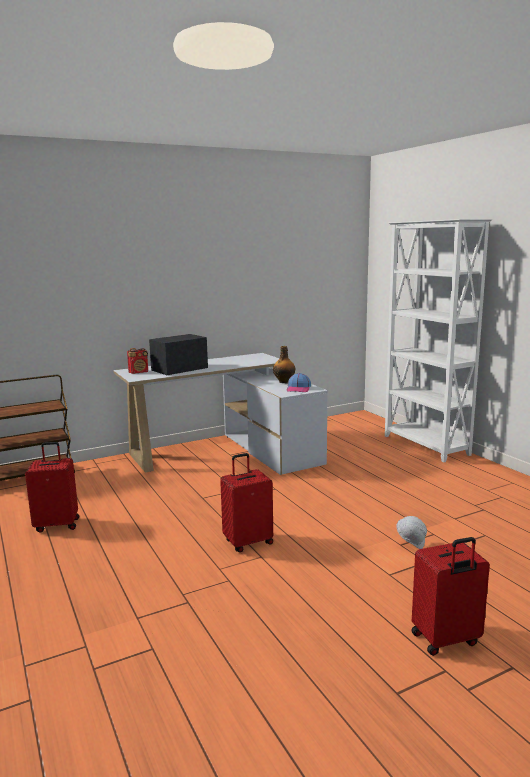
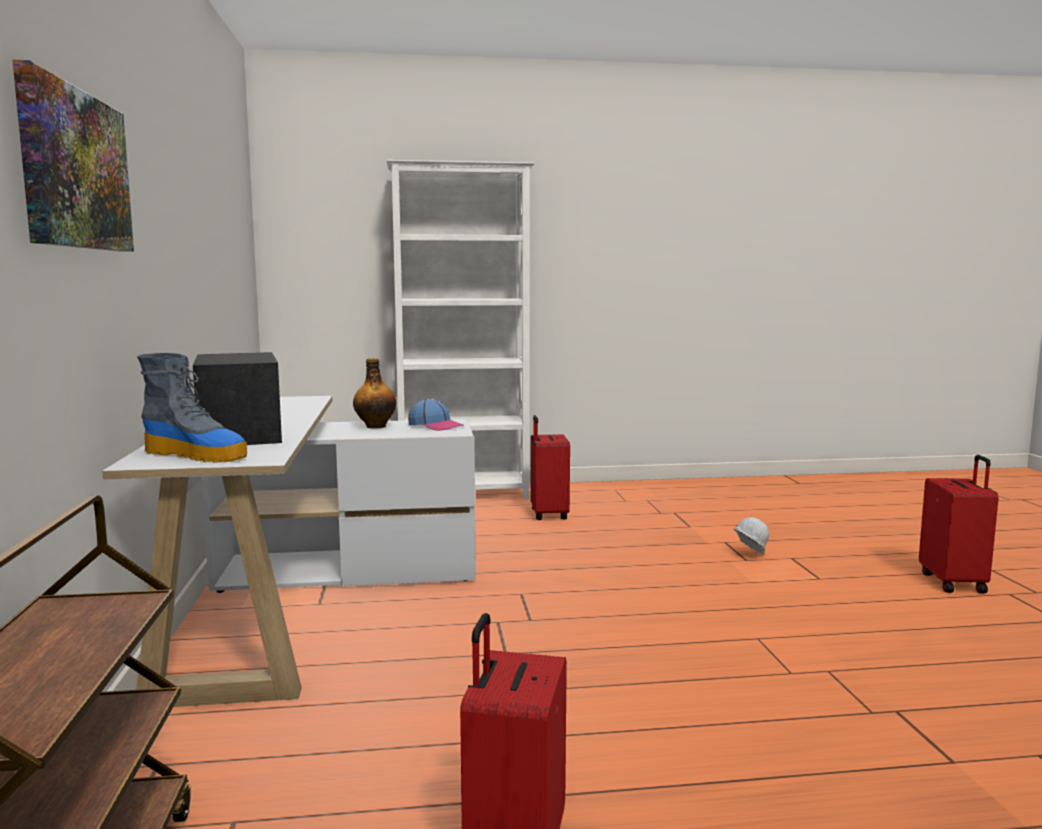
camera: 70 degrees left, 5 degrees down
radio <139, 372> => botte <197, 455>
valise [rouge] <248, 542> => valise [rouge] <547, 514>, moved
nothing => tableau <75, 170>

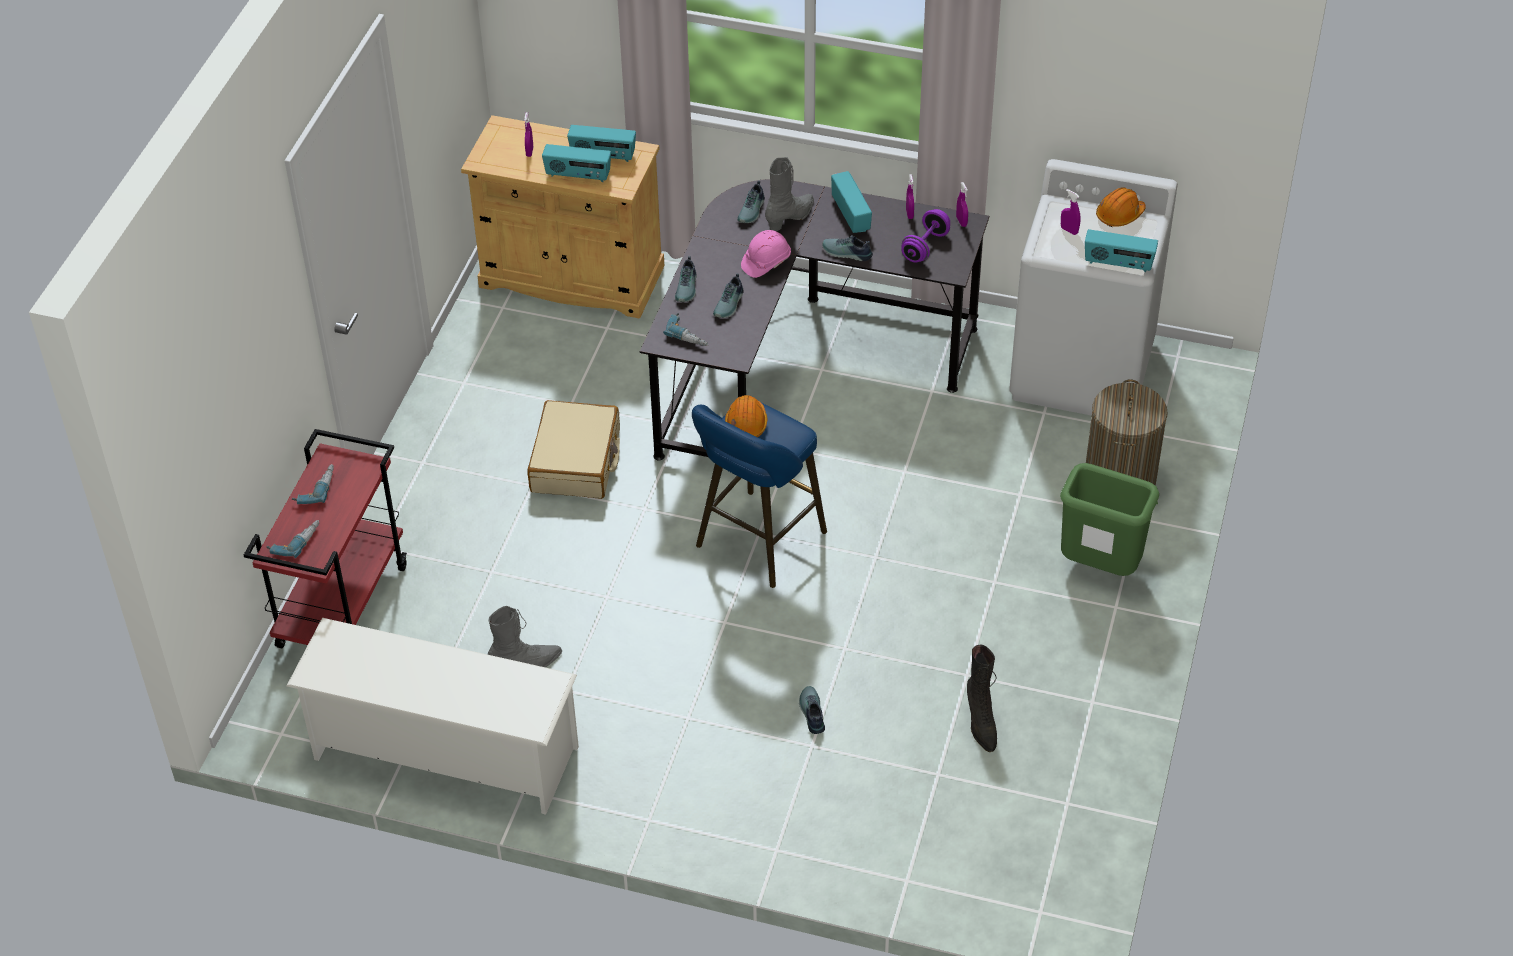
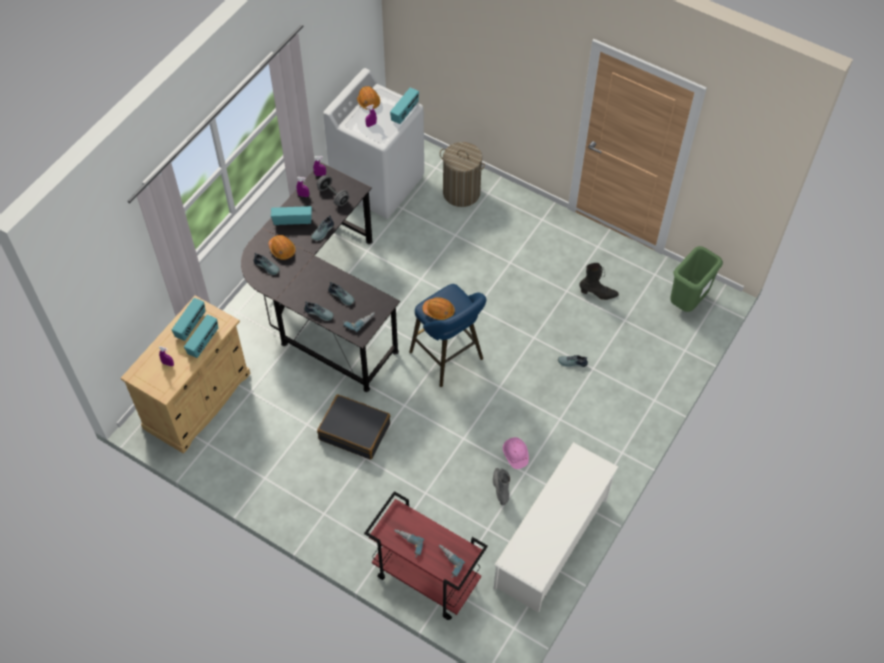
camera: 75 degrees left, 10 degrees up
valise [beige] <576, 461> => valise [noir] <355, 431>
casque de chantier [rose] <766, 262> => casque de chantier [rose] <515, 455>, moved
botte [gris] <791, 218> => casque de chantier [orange] <282, 250>
haltère [violet] <925, 247> => haltère [gris] <333, 196>
poubelle [vert] <1100, 567> => poubelle [vert] <687, 301>, moved

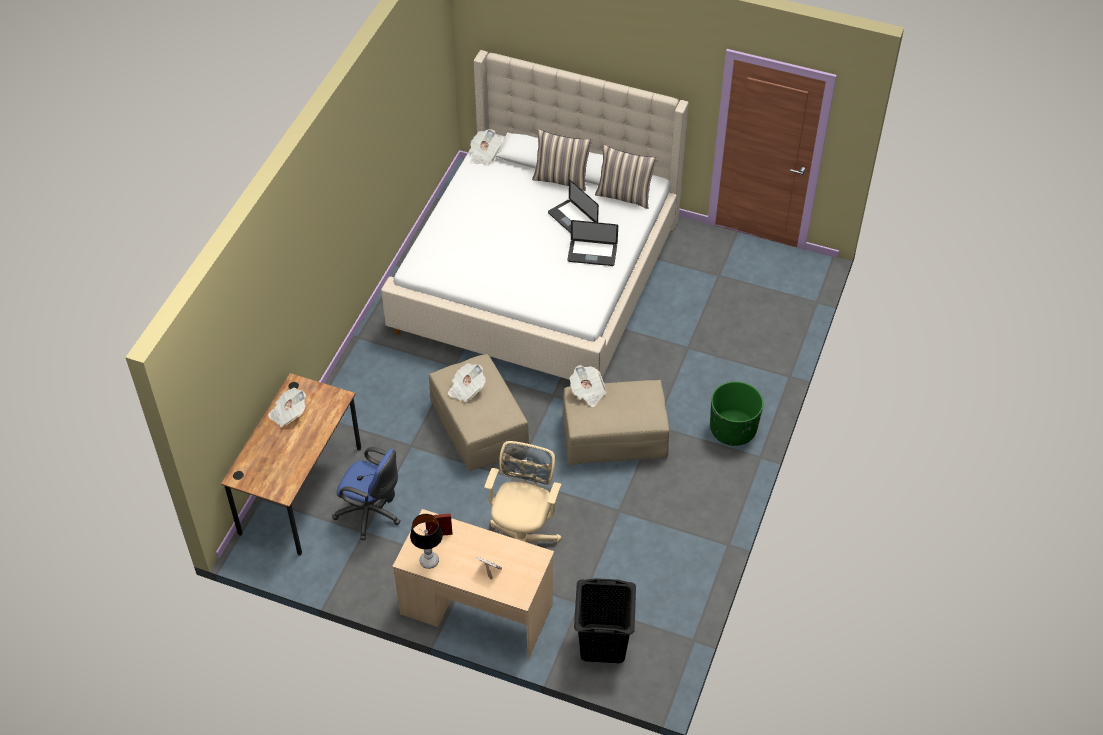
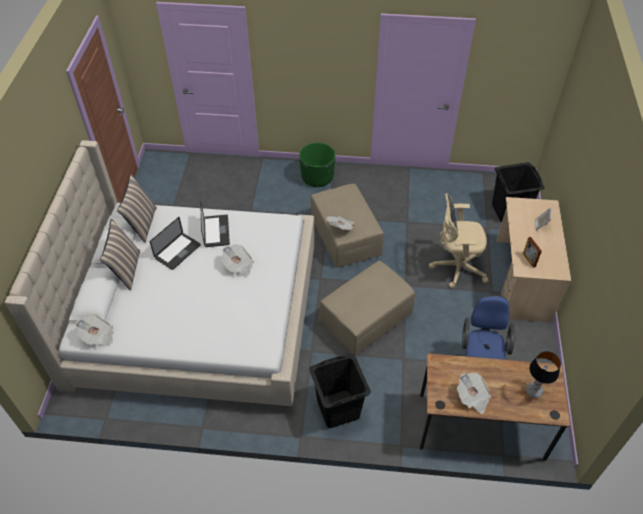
camera: 105 degrees left, 0 degrees up
lampe de table <429, 560> => lampe de table <533, 391>, moved
journal <466, 389> => journal <238, 266>, moved
nothing => panier à linge [noir] <338, 409>

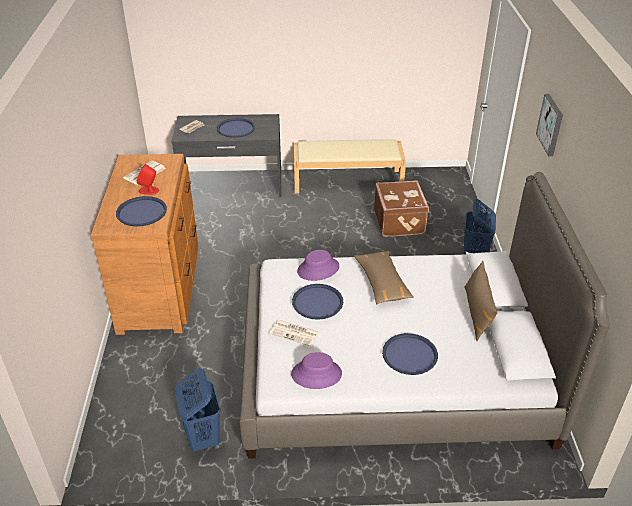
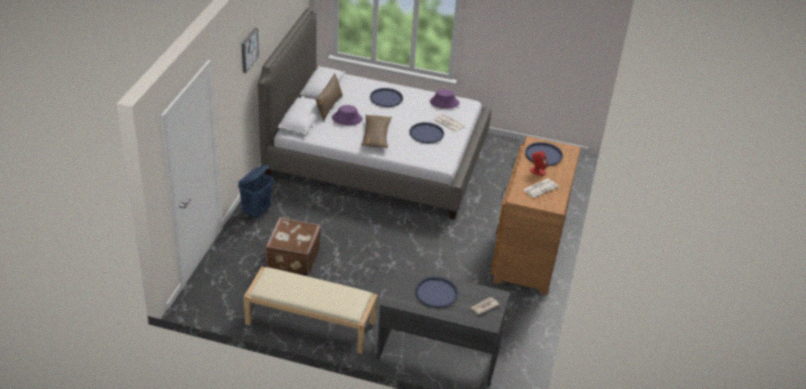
camera: 165 degrees left, 0 degrees up
panier à linge [bleu] <202, 437> => nothing
chapeau [violet] <318, 269> => chapeau [violet] <347, 118>, moved

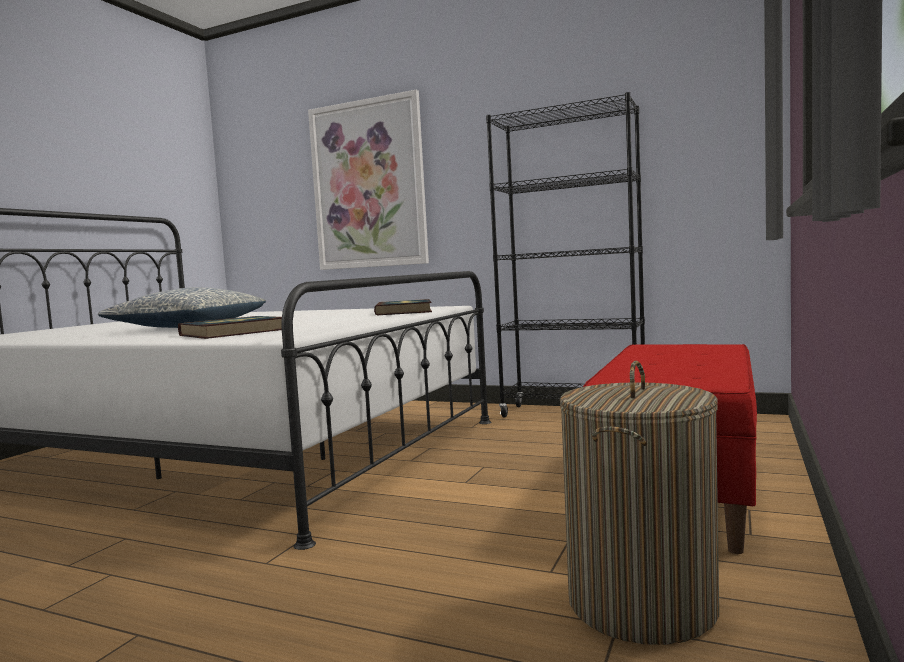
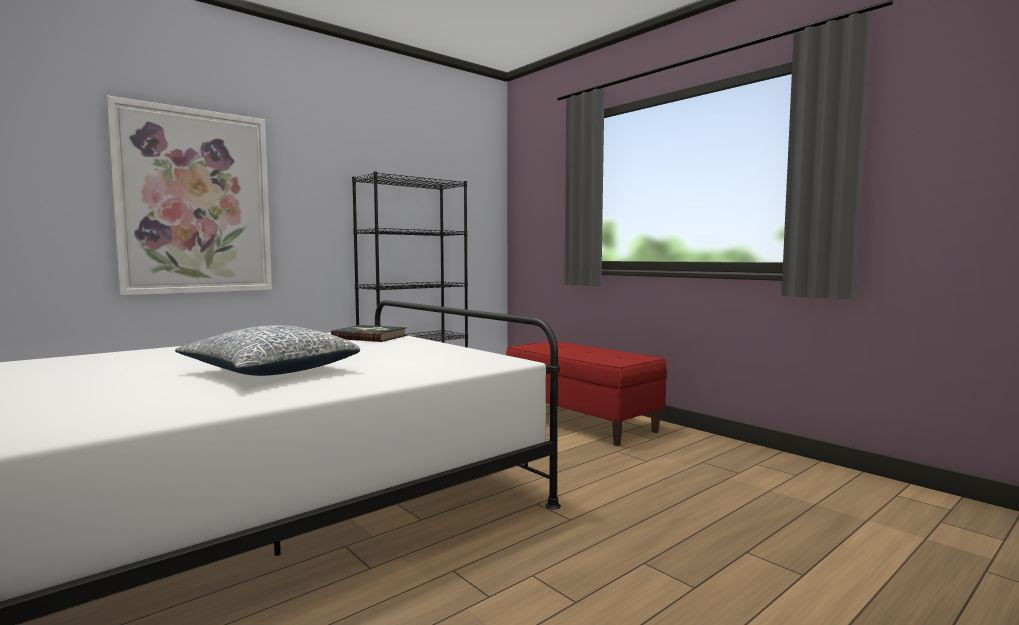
camera: 65 degrees left, 0 degrees up
livre <233, 332> => nothing
panier à linge <641, 604> => nothing

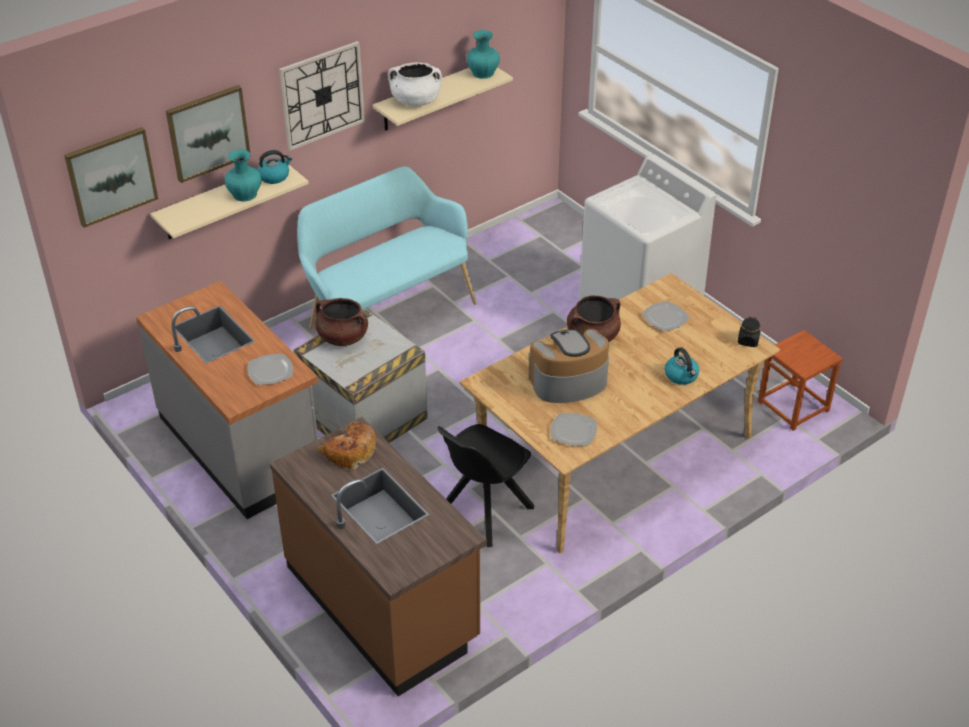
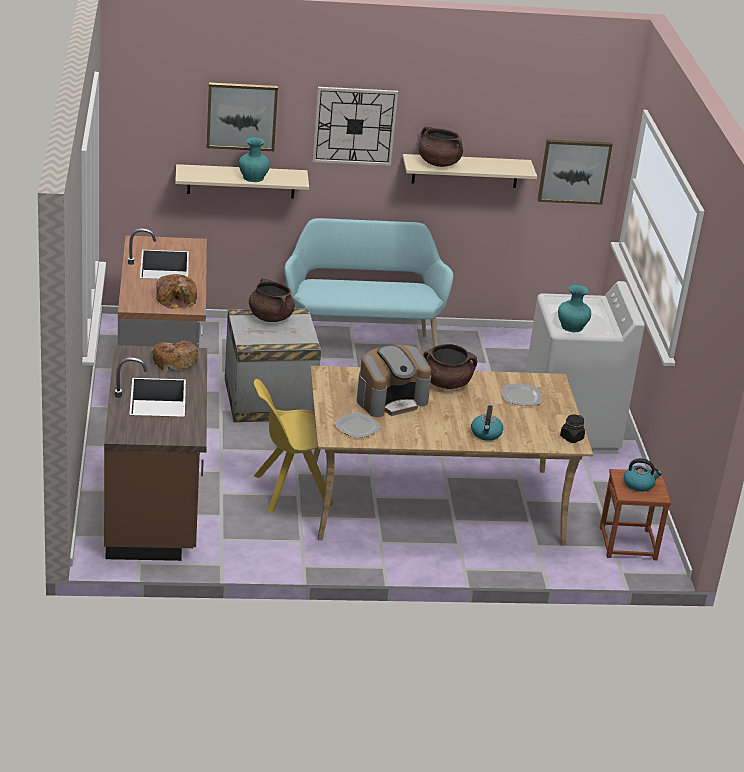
camera: 30 degrees right, 10 degrees down
tableau <111, 176> => tableau <574, 171>, moved
assiette <270, 371> => pain <177, 299>
bouilloire <274, 176> => bouilloire <639, 484>, moved
marmite [blanc] <416, 101> => marmite [marron] <438, 163>
chaise [noir] <483, 512> => chaise [jaune] <290, 490>
vase [turquoise] <483, 73> => vase [turquoise] <572, 327>, moved
machine à café <568, 382> => machine à café <391, 400>, 135 degrees clockwise

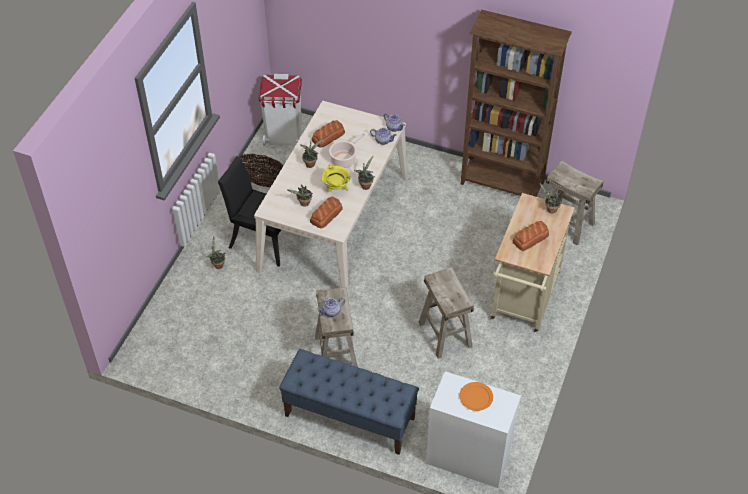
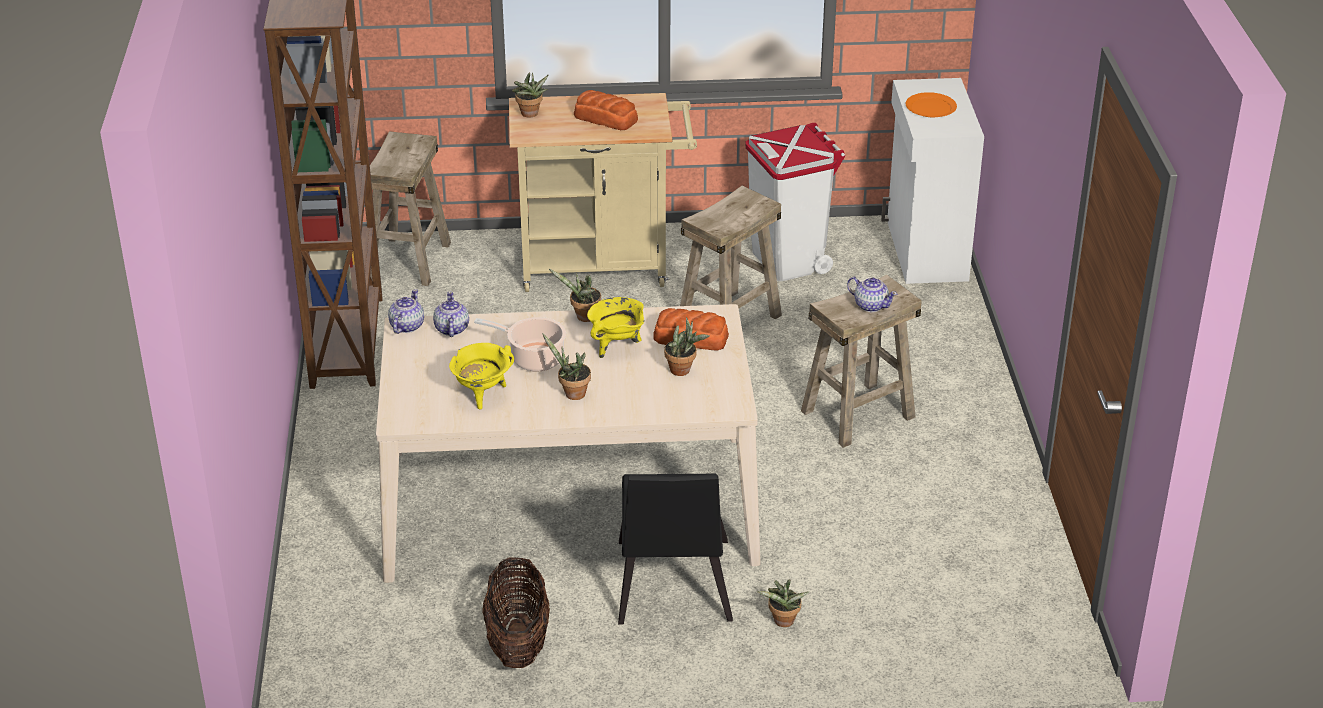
camera: 115 degrees left, 15 degrees down
poubelle [blanc] <284, 137> => poubelle [blanc] <788, 260>, moved
banc [bleu] <349, 417> => nothing
pain <328, 137> => marmite [jaune] <482, 394>

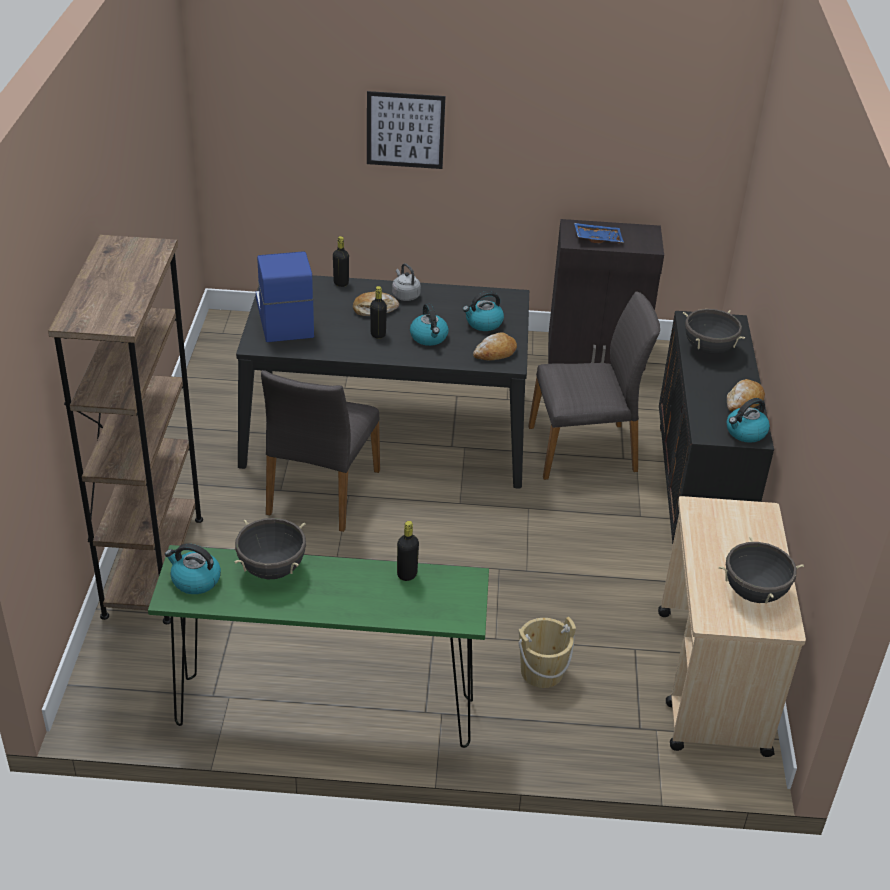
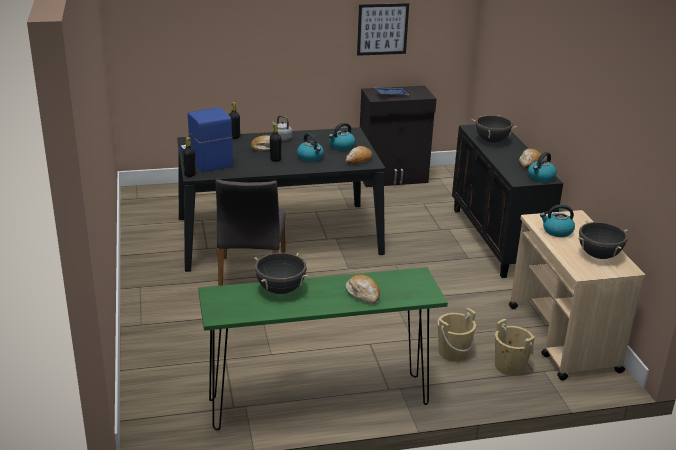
camera: 15 degrees left, 10 degrees down
bibliothèque [marron] <153, 566> => nothing
bouilloire <195, 580> => bouilloire <557, 231>, moved
tableau <405, 130> => tableau <382, 29>, moved
bouteille [noir] <407, 574> => bouteille [noir] <190, 174>, moved
chaise [gris] <584, 449> => nothing
nothing => pain <363, 293>
nothing => seau [beige] <510, 366>

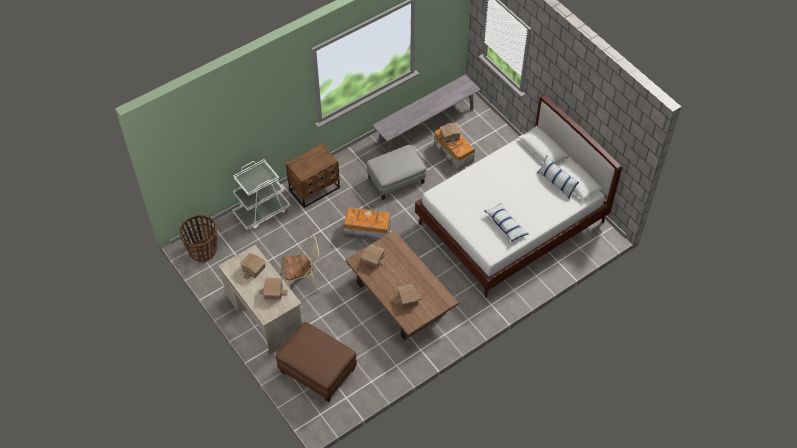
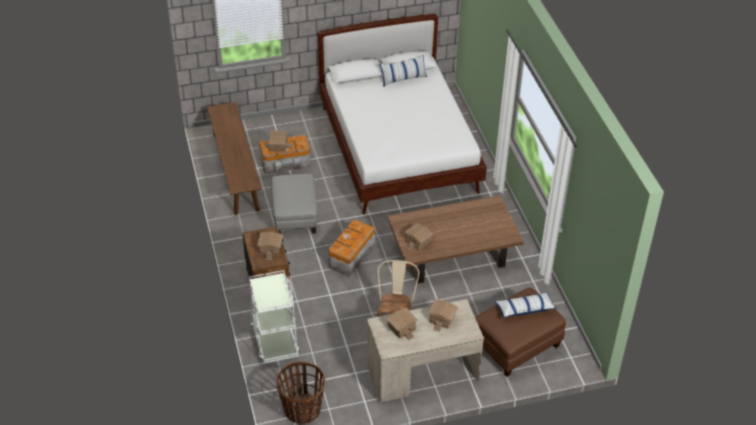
camera: 70 degrees left, 10 degrees down
banc [gris] <426, 126> => banc [marron] <235, 171>
maison miniature <408, 300> => maison miniature <271, 249>, moved
coussin <506, 225> => coussin <524, 309>, moved

